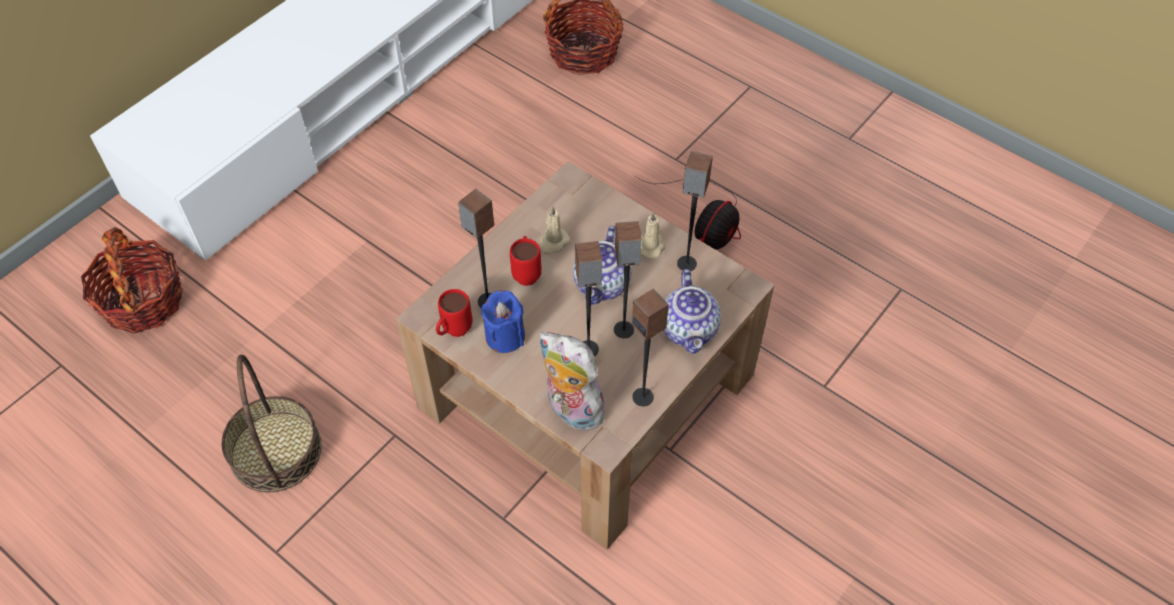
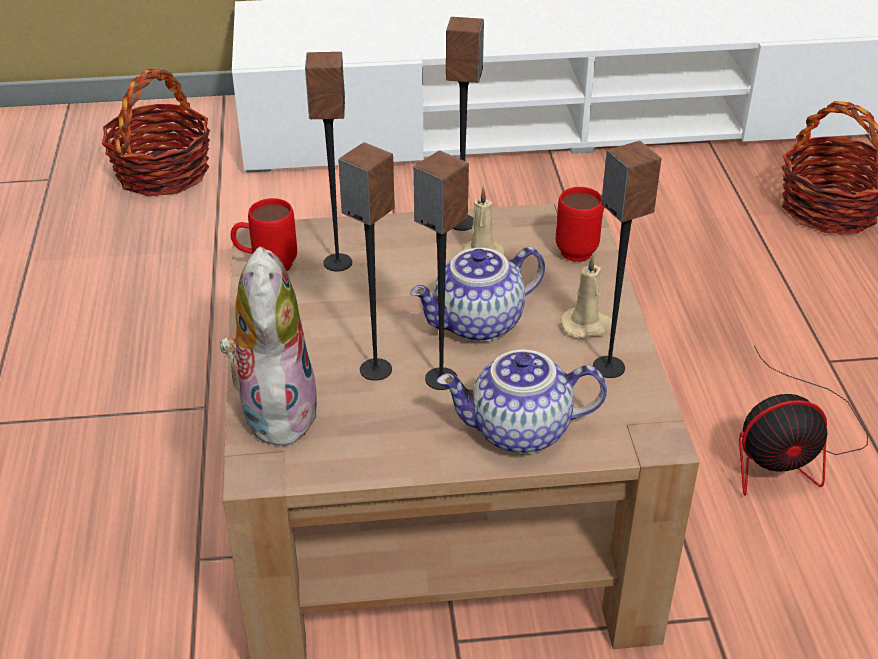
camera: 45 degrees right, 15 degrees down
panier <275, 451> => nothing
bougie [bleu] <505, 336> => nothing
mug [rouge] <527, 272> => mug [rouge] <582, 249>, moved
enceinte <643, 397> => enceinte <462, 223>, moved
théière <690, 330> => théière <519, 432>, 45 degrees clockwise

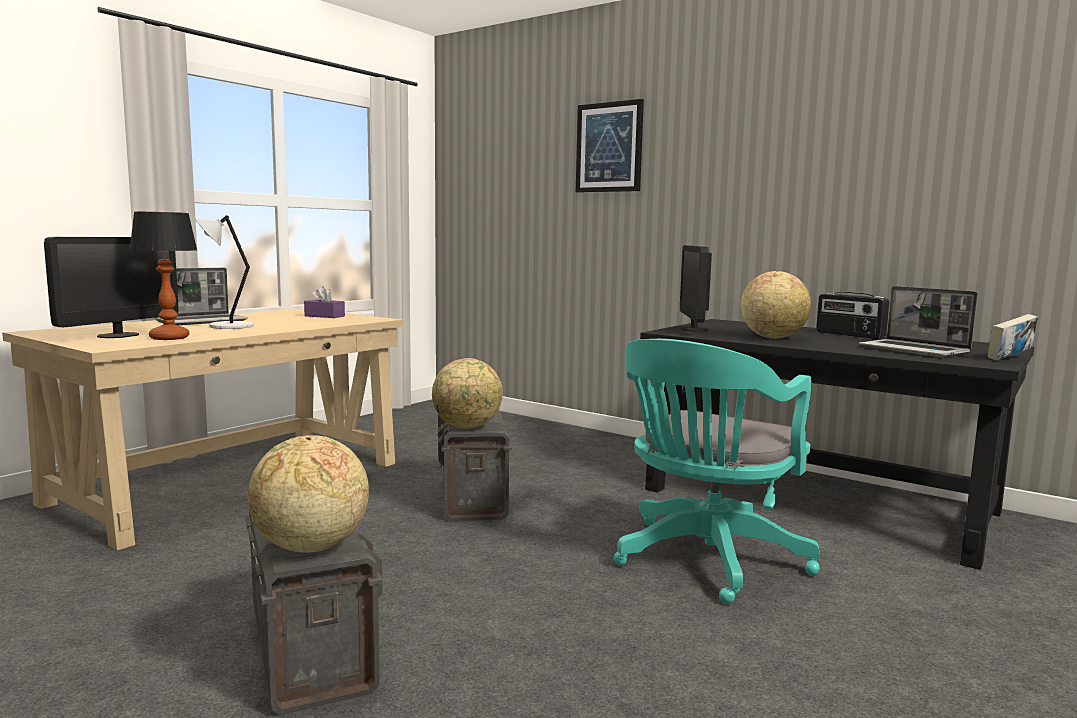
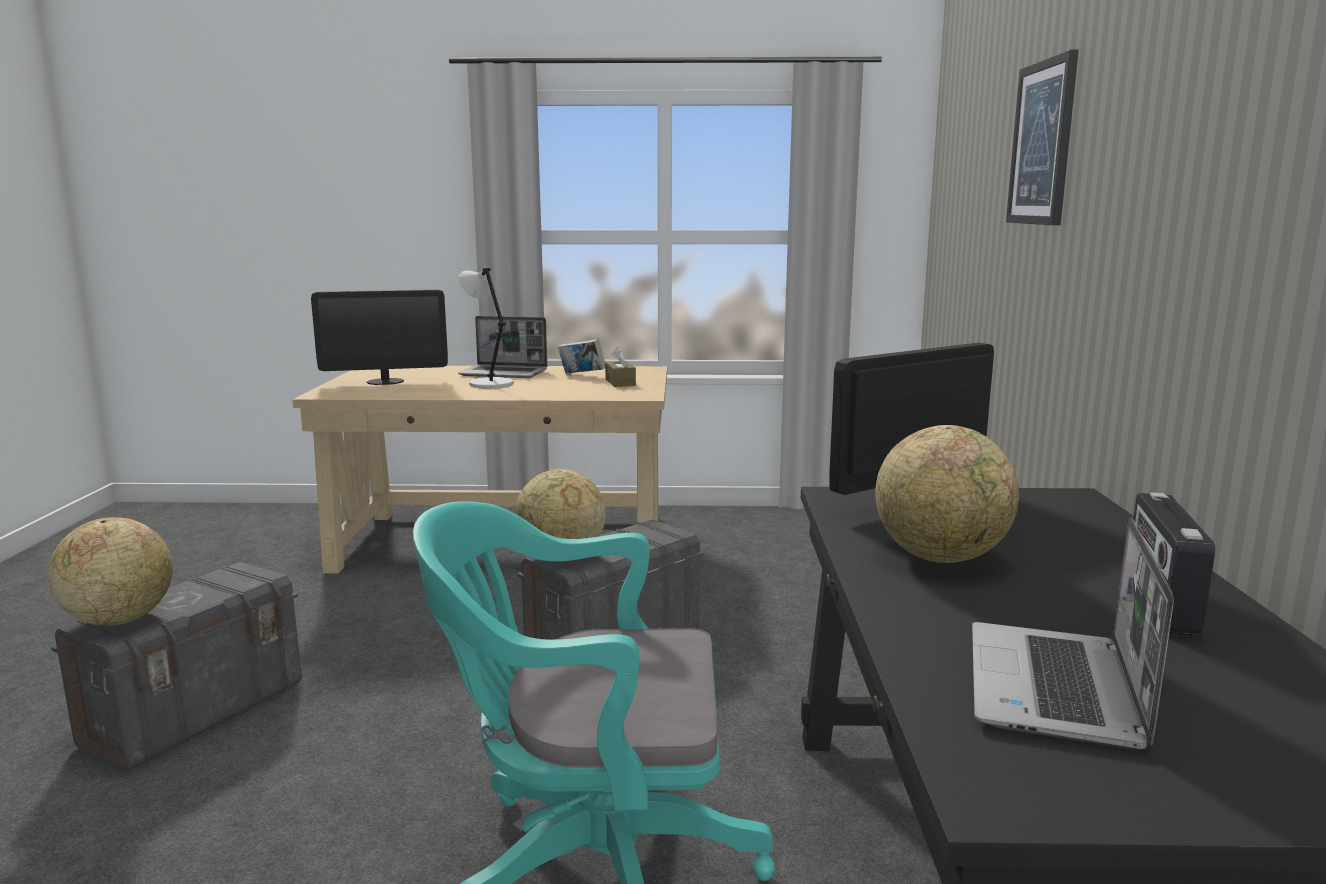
camera: 55 degrees right, 5 degrees up
lampe de table <170, 338> => nothing
boîte à mouchoirs [violet] <324, 316> => boîte à mouchoirs [marron] <620, 382>
livre <1009, 359> => livre <582, 375>, moved

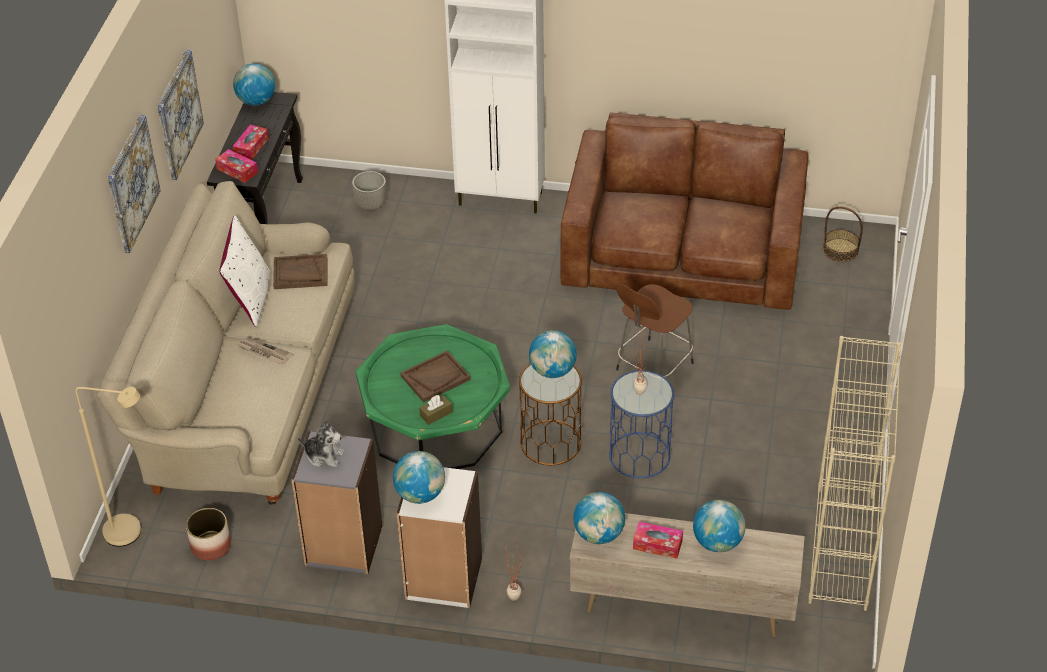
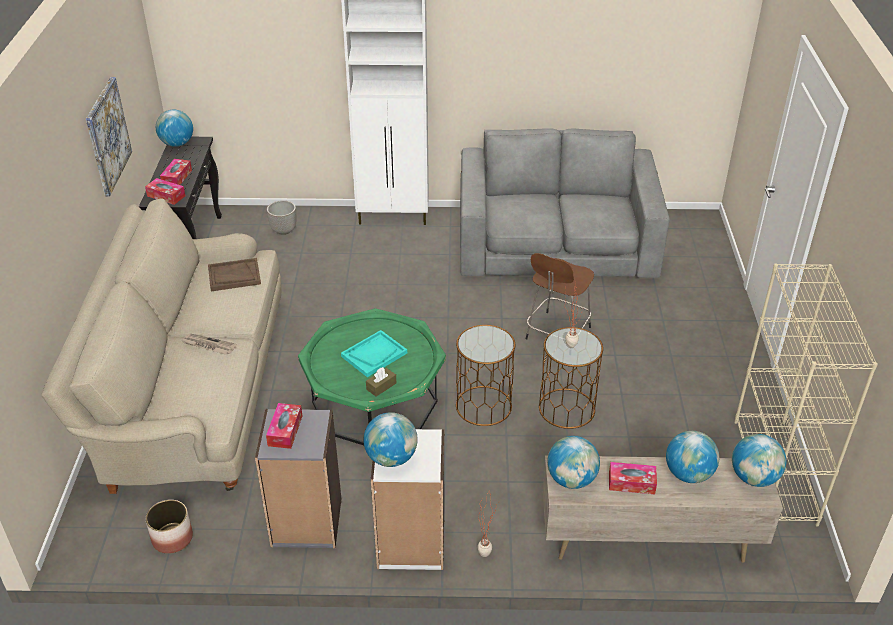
camera: 10 degrees left, 5 degrees down
lampadaire [beige] <132, 533> => nothing
tableau <132, 183> => nothing
coussin [blanc] <249, 298> => nothing
peluche <324, 455> => boîte à mouchoirs <285, 431>
plateau [marron] <435, 377> => plateau [turquoise] <374, 354>
globe <553, 371> => globe <754, 478>, moved
canapé [marron] <684, 252> => canapé [gris] <556, 243>
table d'appoint [bleu] <639, 455> => table d'appoint [marron] <566, 408>
panier <840, 250> => nothing

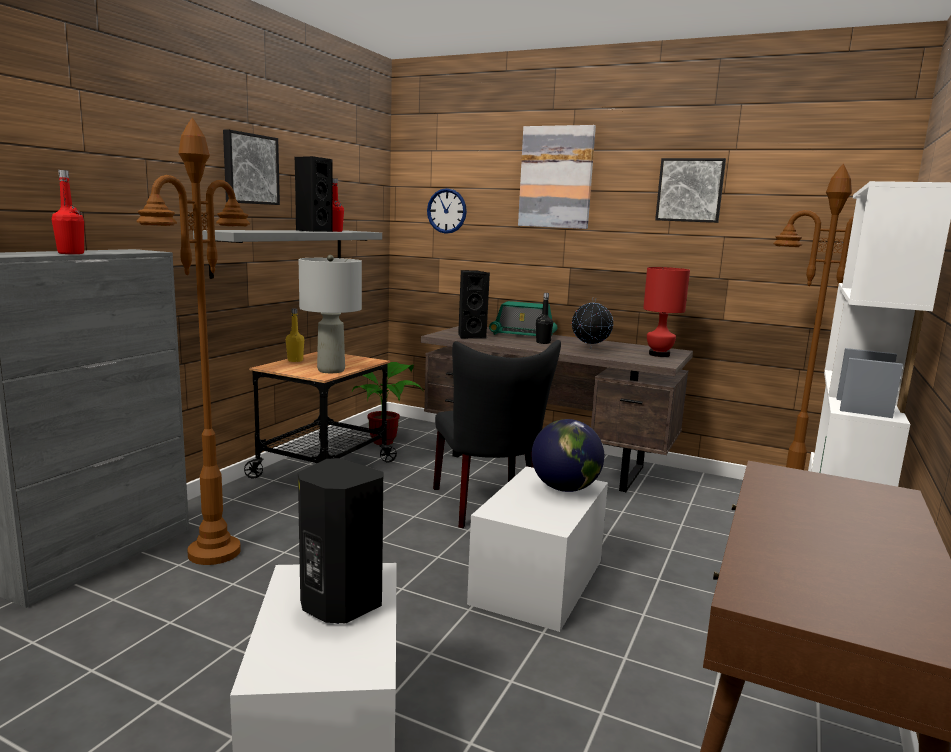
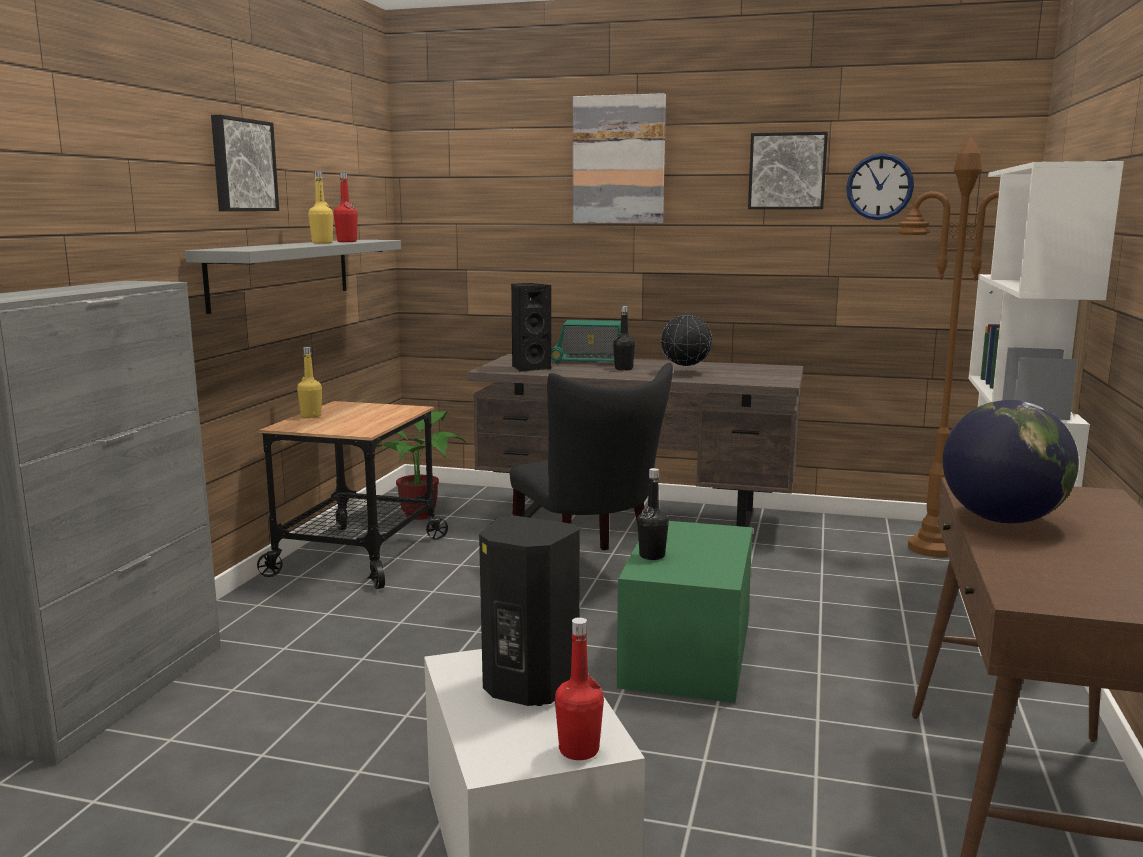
camera: 10 degrees left, 0 degrees up
bouteille [rouge] <71, 253> => bouteille [rouge] <579, 750>, moved
lampadaire [marron] <214, 552> => nothing
enceinte [noir] <313, 231> => bouteille [jaune] <322, 243>
lampe de table [gris] <330, 370> => nothing
horloge murale <446, 211> => horloge murale <879, 187>, moved
boîte de rangement [blanc] <538, 581> => boîte de rangement [vert] <687, 653>
globe <565, 488> => globe <1002, 519>, moved
lampe de table [rouge] <659, 354> => nothing
nothing => bouteille [noir] <652, 556>

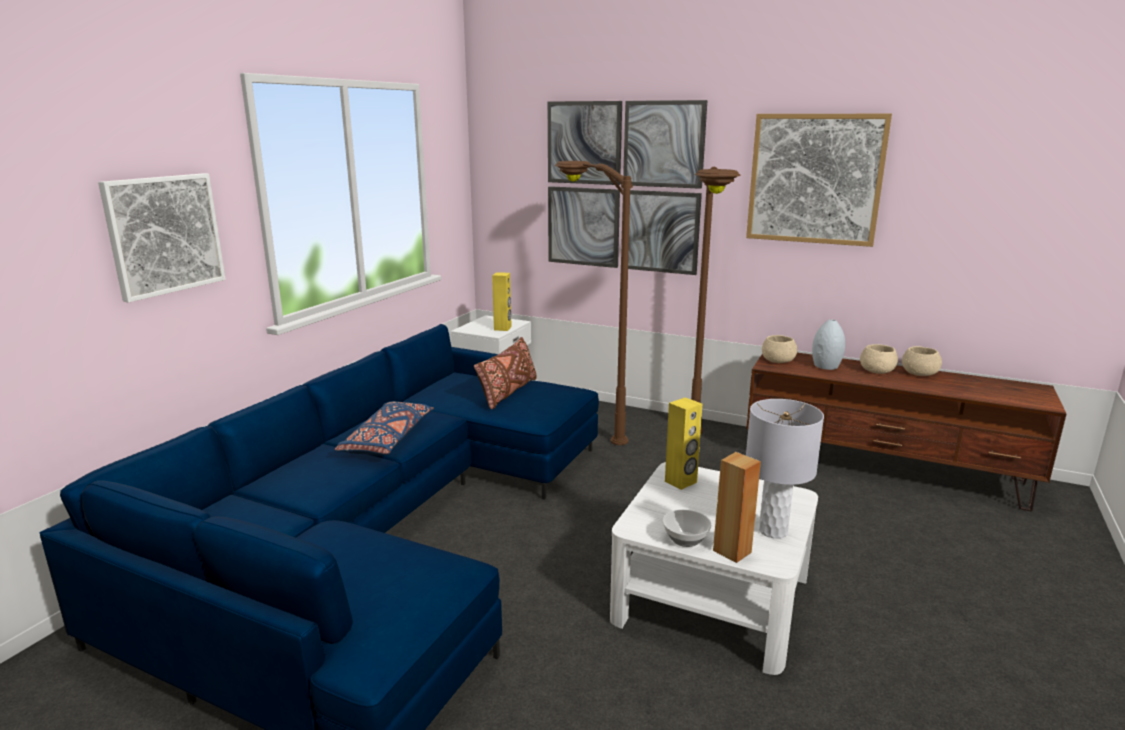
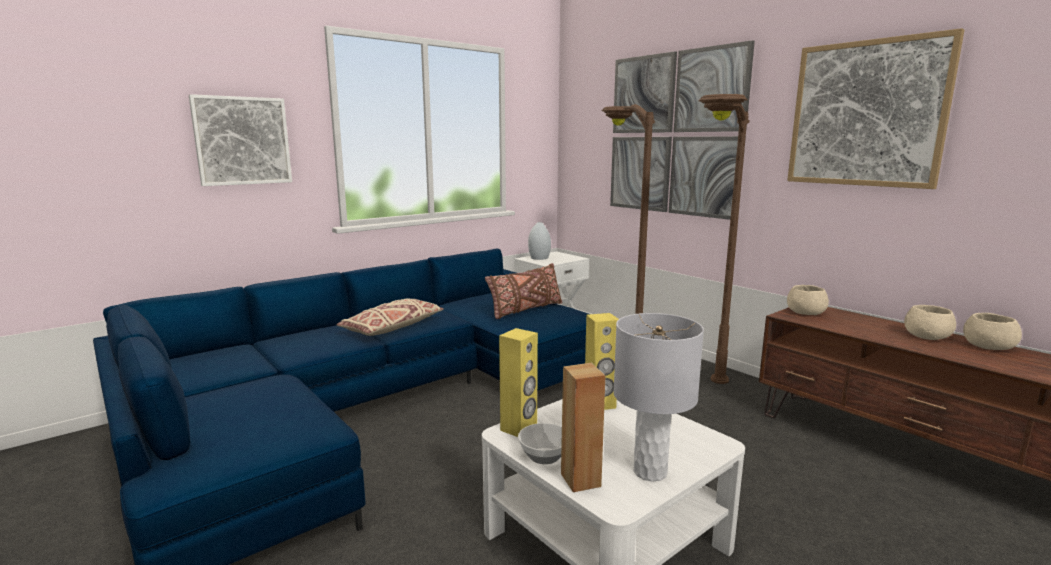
camera: 25 degrees right, 5 degrees down
coussin [bleu] <388, 440> => coussin [beige] <392, 328>
enceinte [jaune] <503, 328> => enceinte [jaune] <519, 428>, moved
vase [gris] <825, 366> => vase [gris] <538, 258>, moved

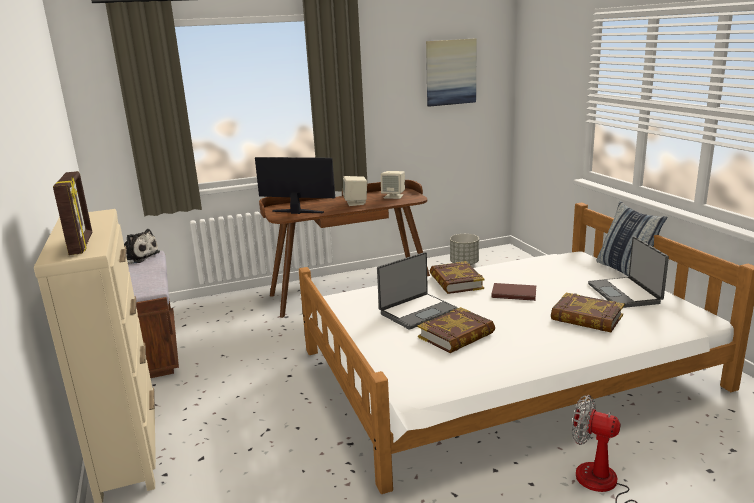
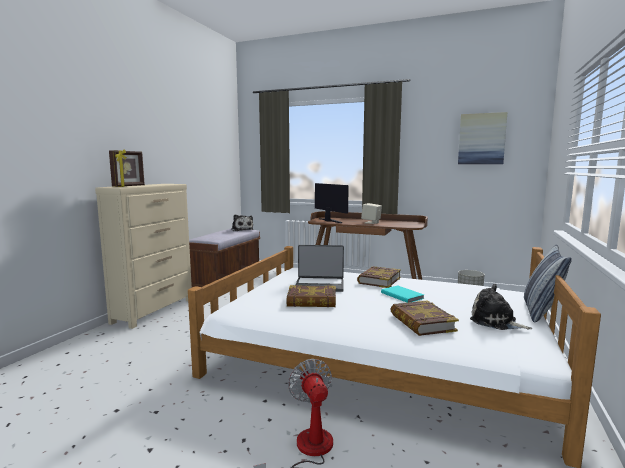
camera: 40 degrees right, 10 degrees down
enceinte [beige] <393, 196> => nothing
livre [marron] <513, 293> => livre [turquoise] <402, 295>
ordinateur portable <625, 293> => peluche <496, 322>

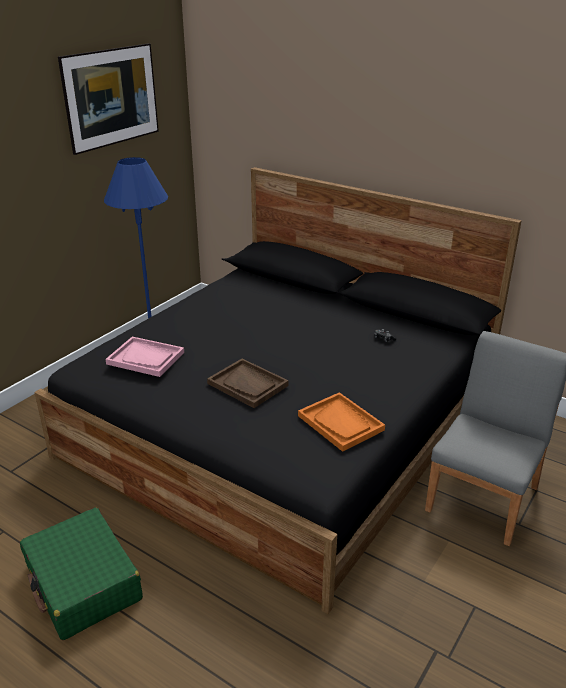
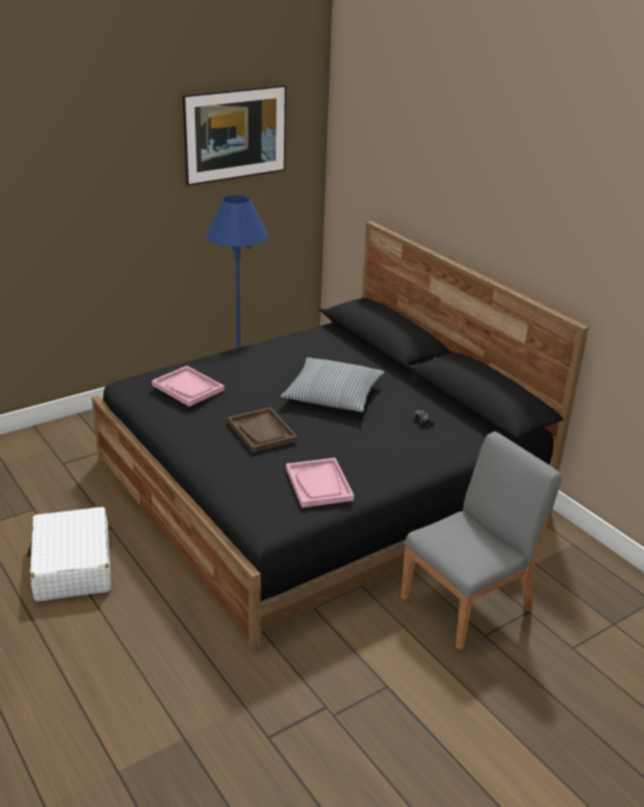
camera: 20 degrees right, 0 degrees up
valise [vert] <83, 583> => valise [blanc] <72, 566>
plateau [orange] <341, 423> => plateau [rose] <319, 484>
nothing => coussin <333, 395>

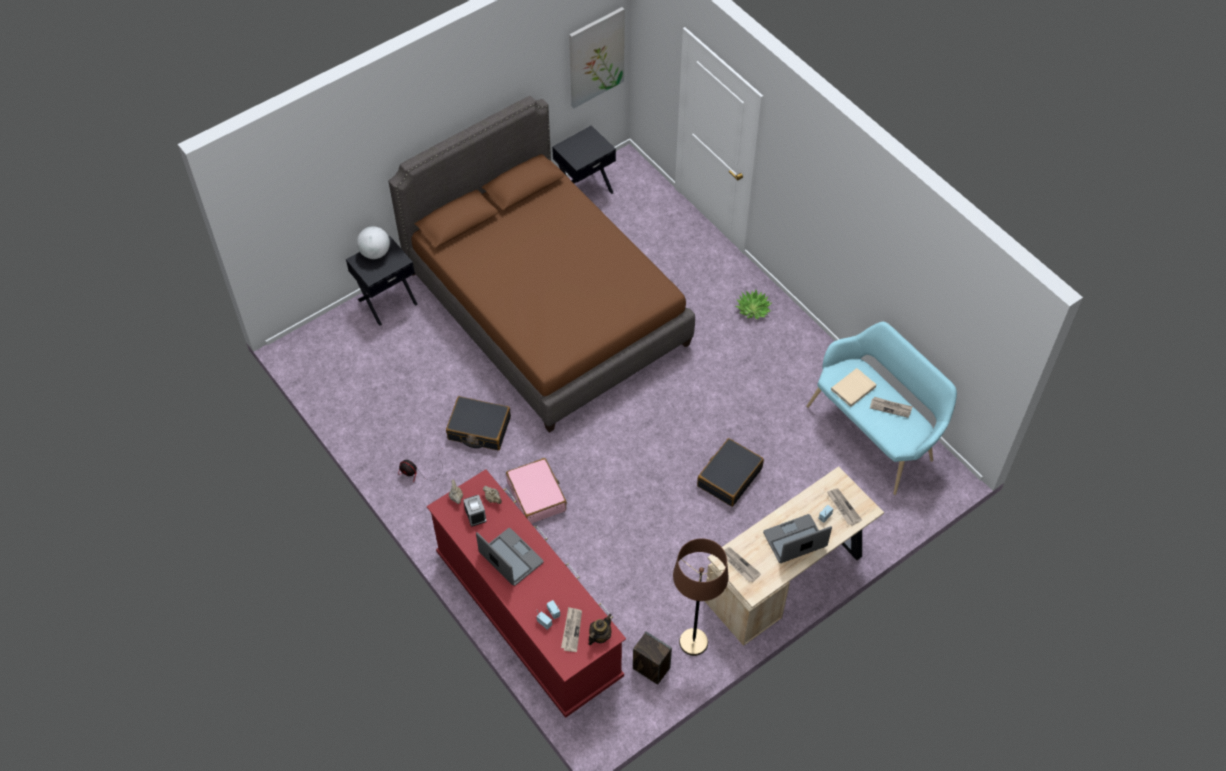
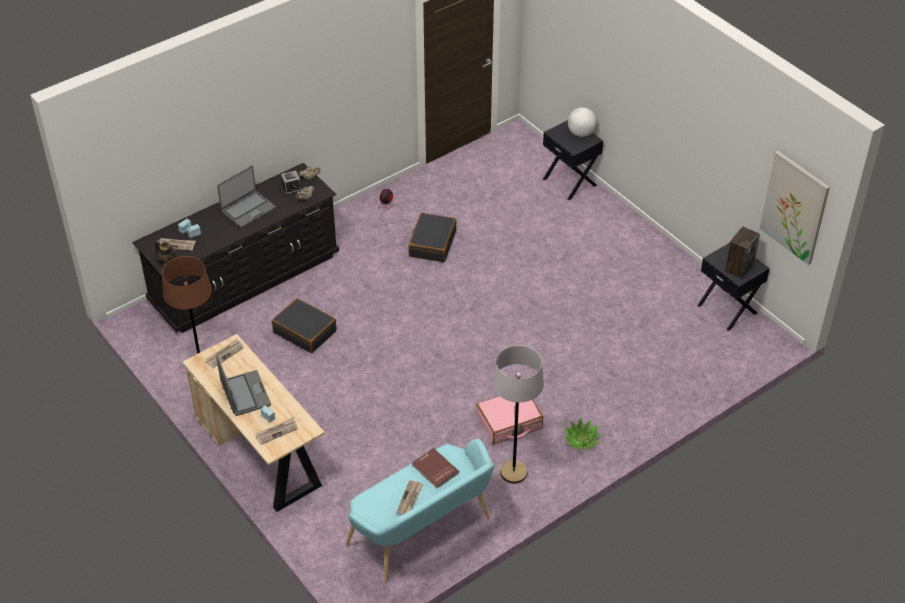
camera: 90 degrees right, 10 degrees down
lit [marron] <546, 308> => nothing
commode [rouge] <528, 615> => commode [noir] <245, 279>
valise [rose] <537, 496> => valise [rose] <509, 422>, moved
enceinte <650, 668> => enceinte <738, 268>, moved
valise [noir] <729, 477> => valise [noir] <305, 331>, moved
livre [beige] <854, 389> => livre [rouge] <434, 469>
nothing => lampadaire [gris] <513, 473>

